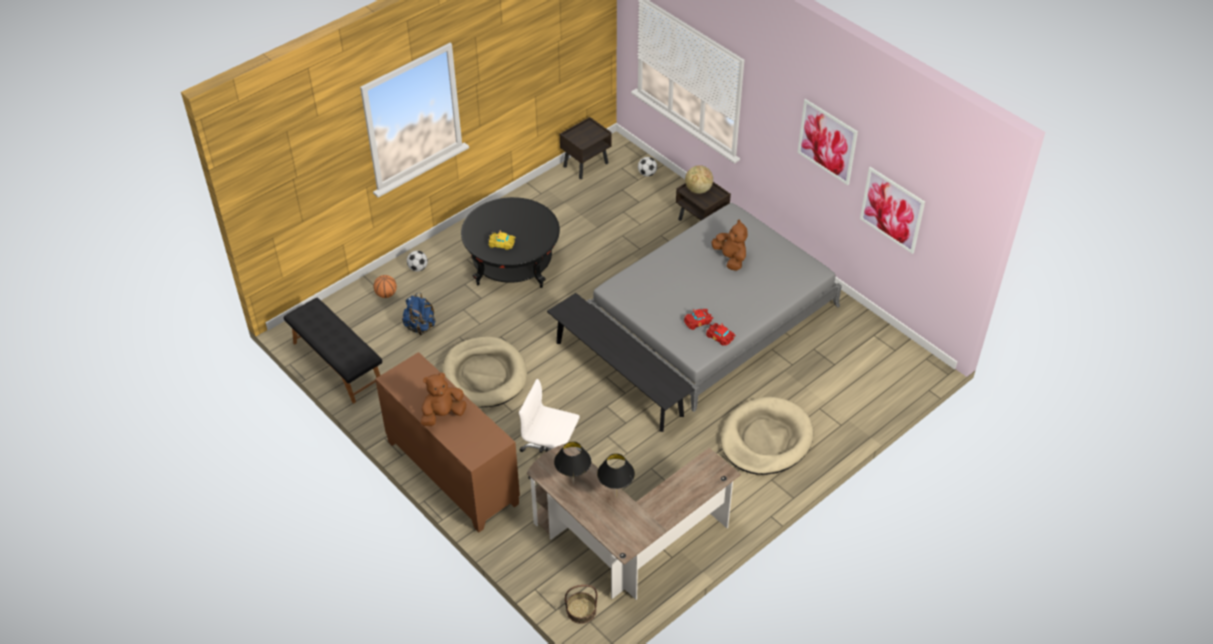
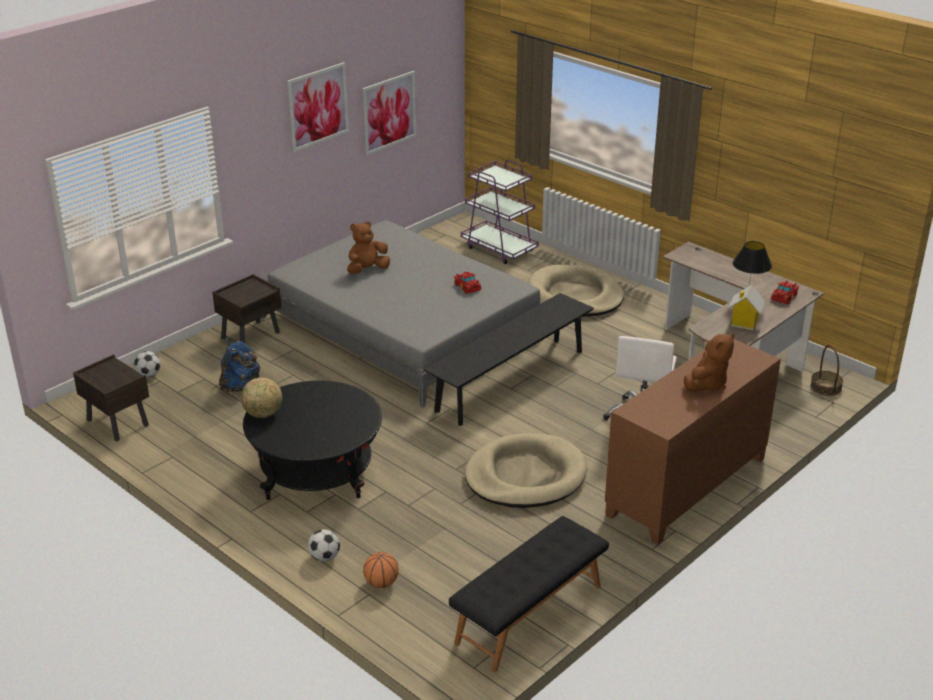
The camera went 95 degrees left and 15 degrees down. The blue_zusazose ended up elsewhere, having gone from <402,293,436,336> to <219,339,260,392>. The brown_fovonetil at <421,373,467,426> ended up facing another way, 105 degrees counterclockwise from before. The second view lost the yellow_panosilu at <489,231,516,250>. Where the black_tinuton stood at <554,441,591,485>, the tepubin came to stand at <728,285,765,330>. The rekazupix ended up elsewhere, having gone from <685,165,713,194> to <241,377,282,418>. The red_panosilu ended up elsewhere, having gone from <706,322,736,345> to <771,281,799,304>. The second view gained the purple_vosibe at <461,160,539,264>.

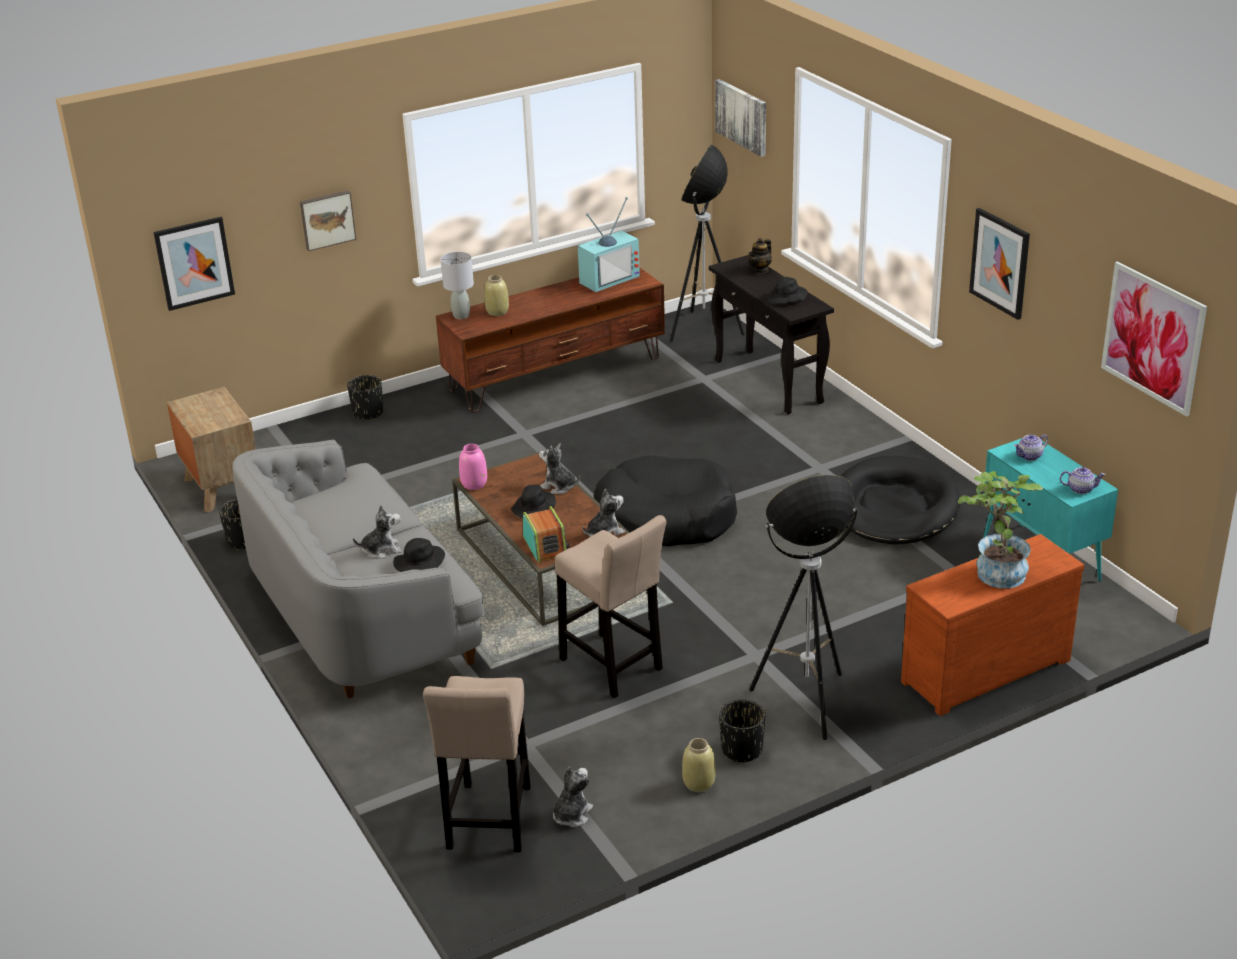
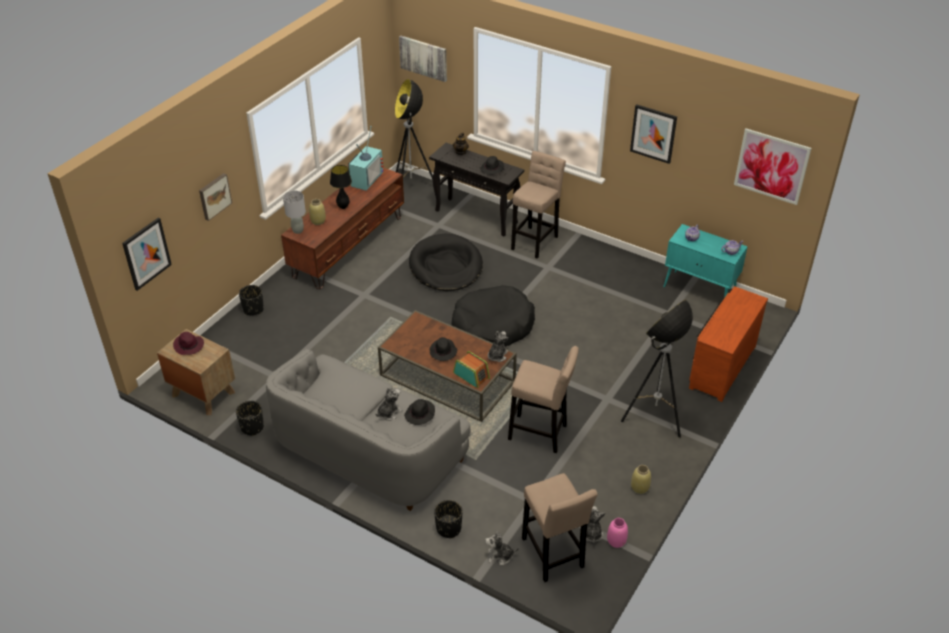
The camera went 30 degrees left and 10 degrees up. The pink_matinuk ended up elsewhere, having gone from <459,444,487,490> to <607,518,628,548>. The fovonetil ended up elsewhere, having gone from <539,443,580,495> to <485,529,519,565>. The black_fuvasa ended up elsewhere, having gone from <719,699,766,763> to <434,500,463,539>. The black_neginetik ended up elsewhere, having gone from <841,456,960,544> to <409,234,483,291>. The second view lost the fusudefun at <958,471,1043,588>. The second view gained the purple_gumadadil at <173,332,204,355>. The second view gained the black_tinuton at <330,165,352,209>. The second view gained the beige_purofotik at <511,151,566,258>.

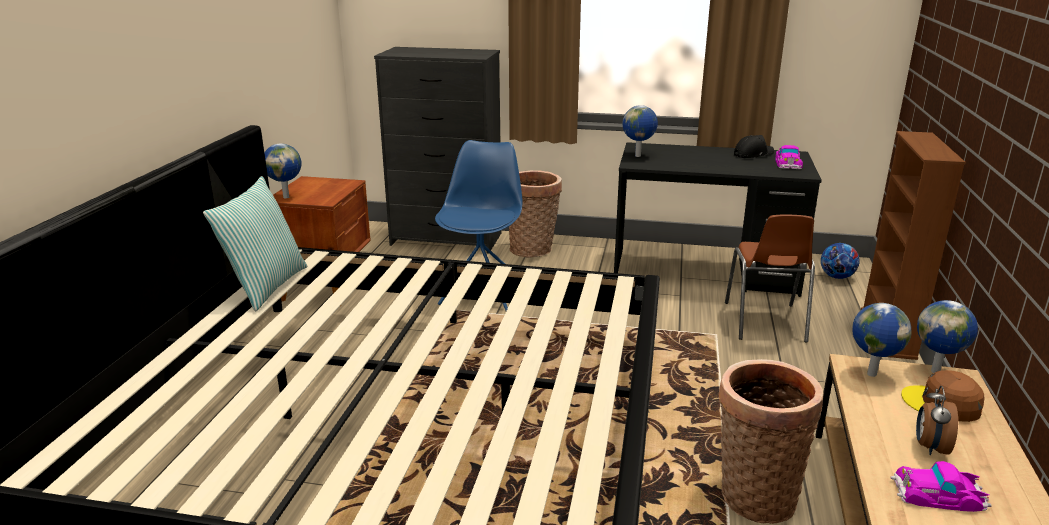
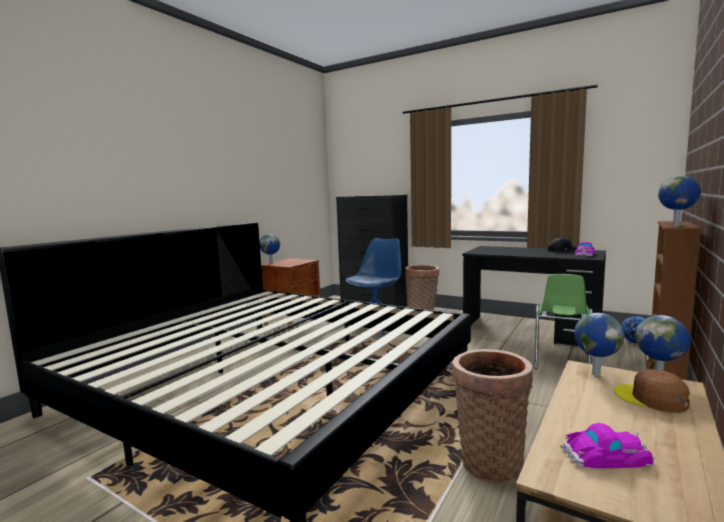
The camera went 20 degrees right and 15 degrees down. The second view lost the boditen at <203,176,307,312>. The rekazupix ended up elsewhere, having gone from <622,105,658,157> to <658,175,701,226>. What was the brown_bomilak at <725,215,815,343> turned into the green_bomilak at <534,274,593,369>. The panosilu at <890,461,992,512> ended up facing another way, 150 degrees clockwise from before. The second view lost the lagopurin at <916,386,958,455>.

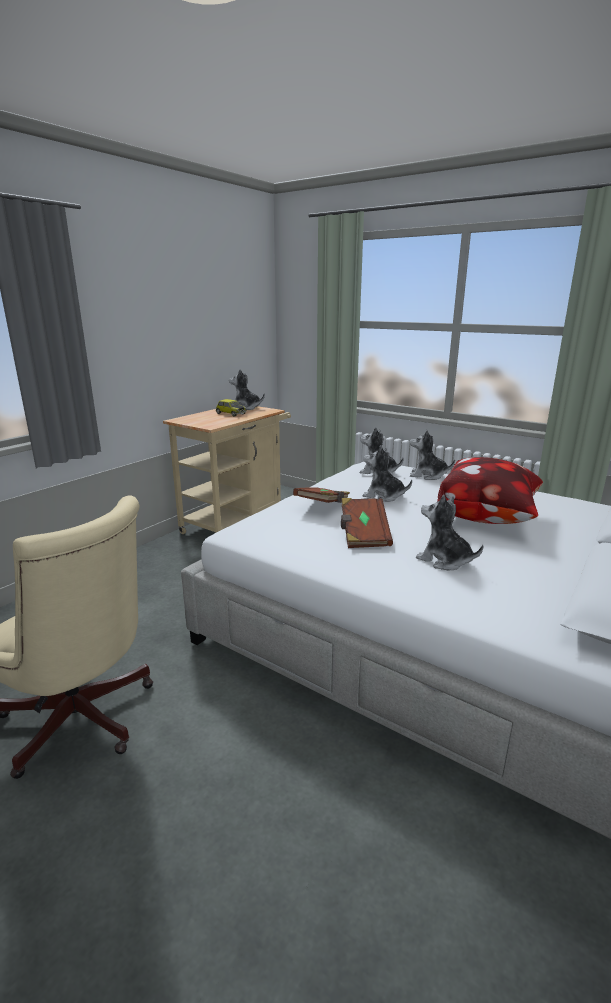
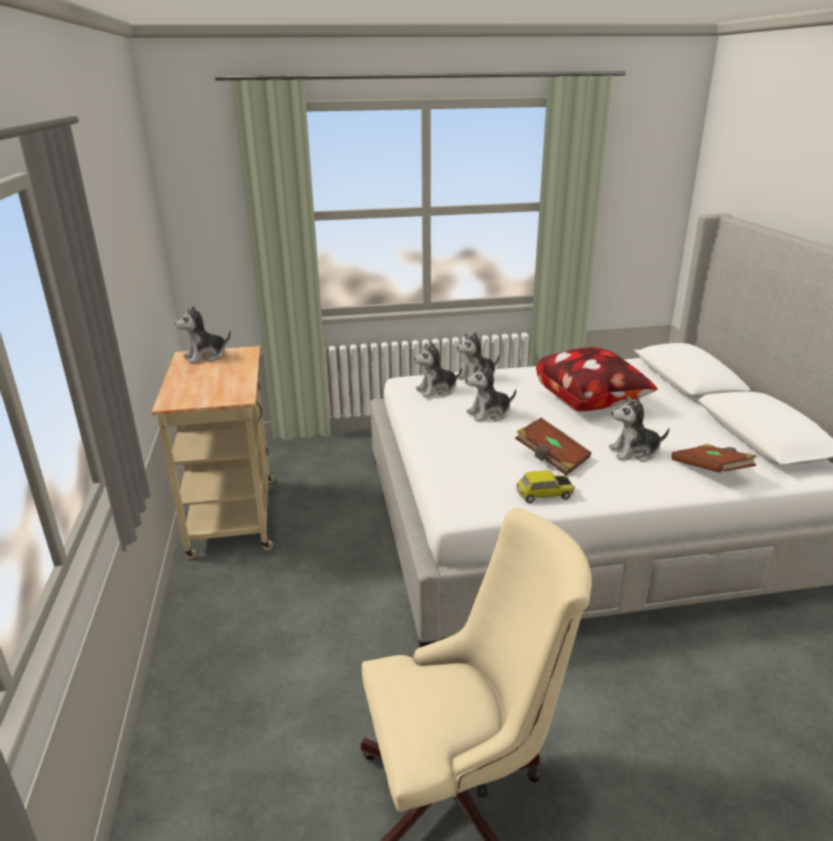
The camera went 45 degrees left and 5 degrees up. The panosilu ended up elsewhere, having gone from <216,399,247,417> to <516,470,575,503>. The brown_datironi ended up elsewhere, having gone from <293,487,350,503> to <671,444,757,473>.

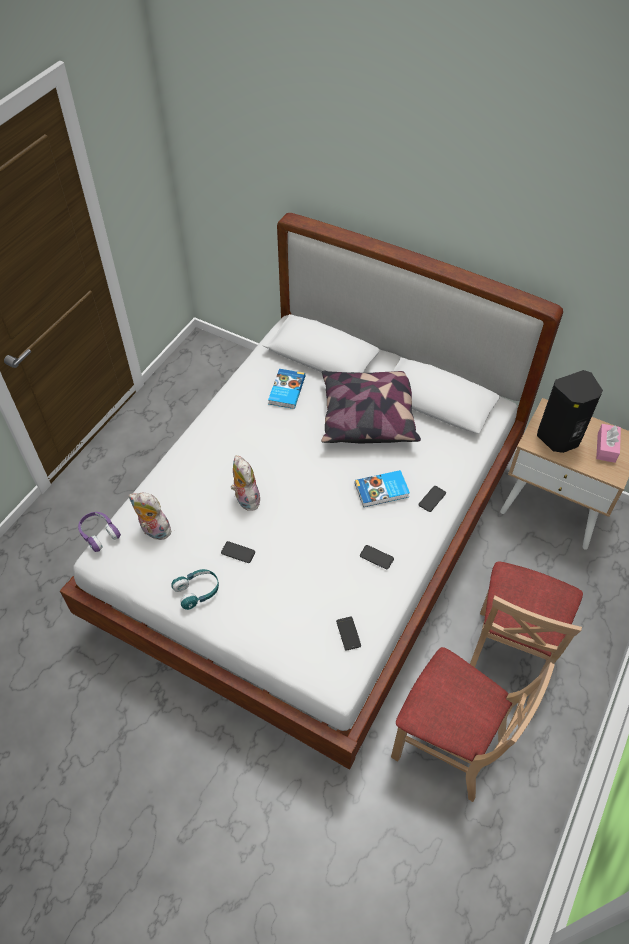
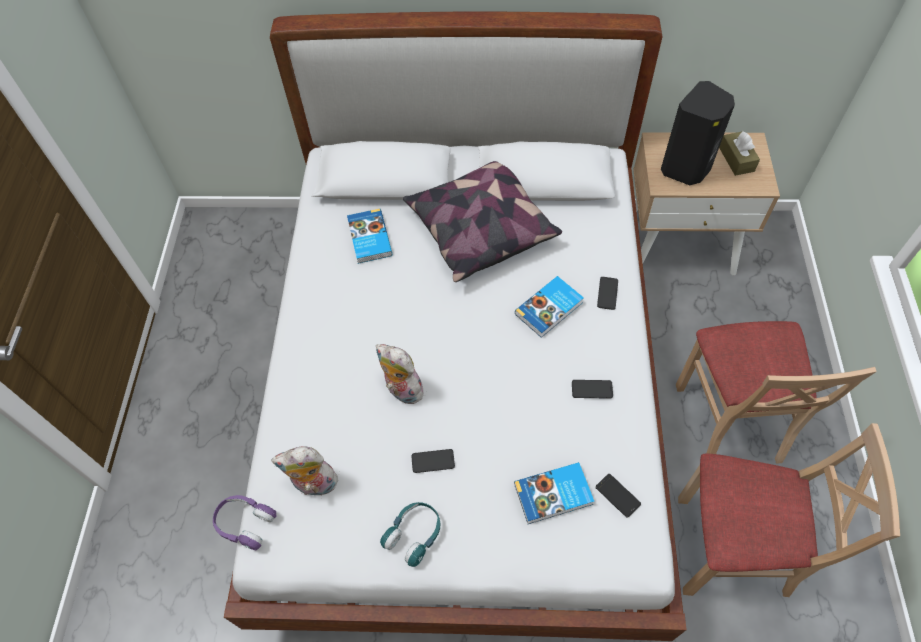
The camera went 25 degrees left and 5 degrees up. What was the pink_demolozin at <596,424,621,463> turned into the brown_demolozin at <719,131,760,176>. The second view gained the datironi at <514,462,594,524>.

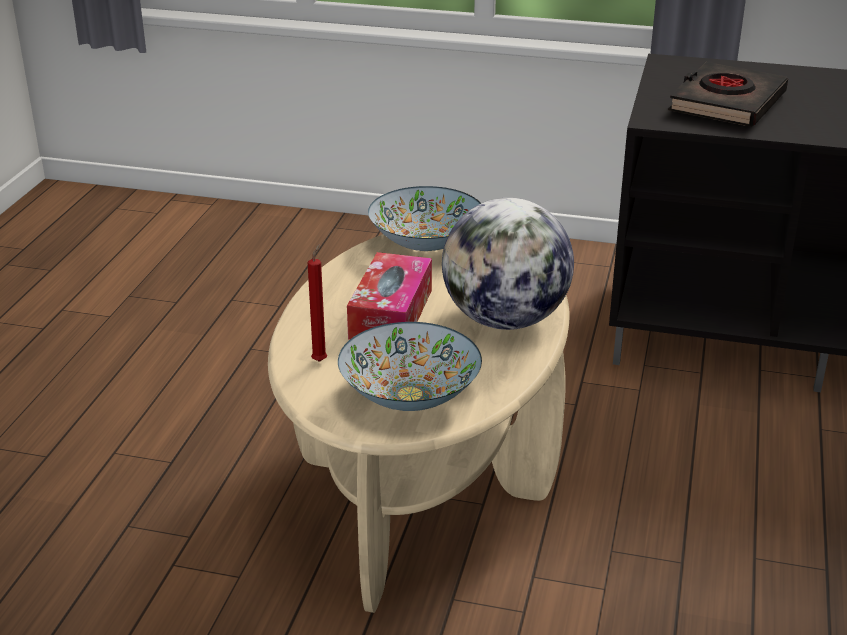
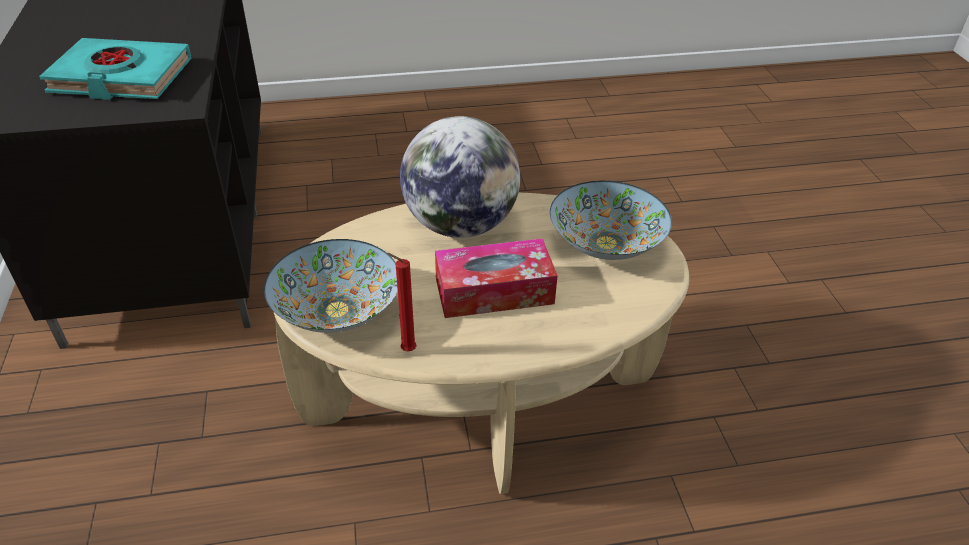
The camera went 115 degrees left and 10 degrees up. The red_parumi ended up elsewhere, having gone from <308,244,327,362> to <387,253,417,351>. What was the black_datironi at <668,62,788,127> turned into the turquoise_datironi at <39,38,192,100>.

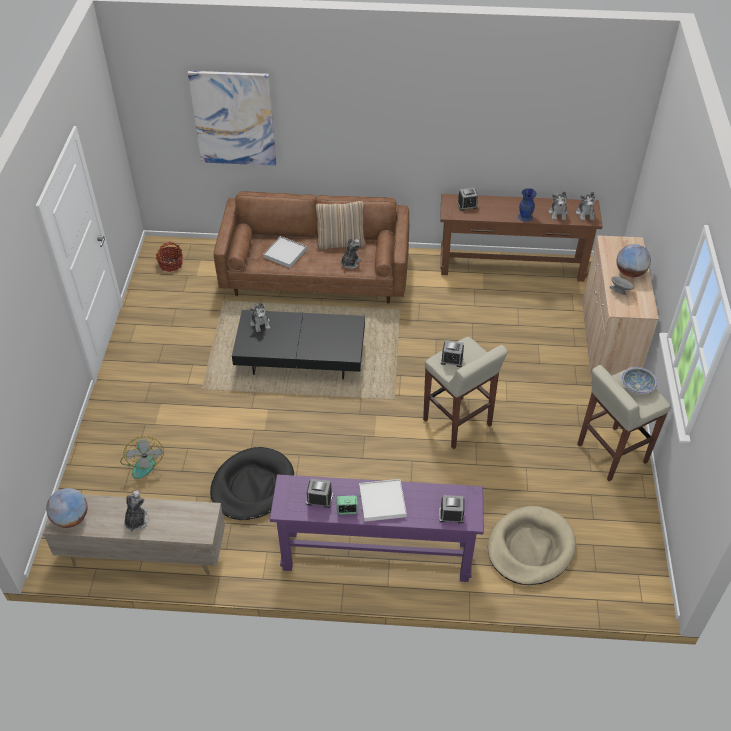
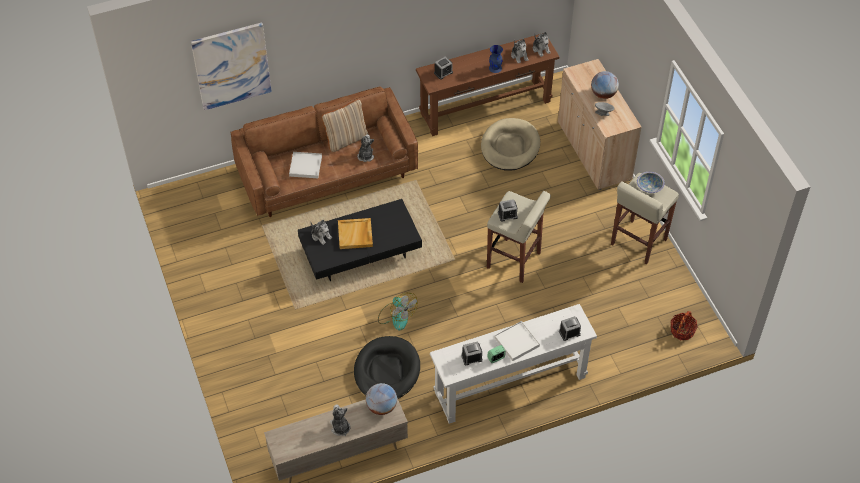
The camera went 25 degrees left and 5 degrees up. The rekazupix ended up elsewhere, having gone from <46,488,88,528> to <366,383,397,415>. The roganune ended up elsewhere, having gone from <120,436,164,479> to <378,293,418,330>. The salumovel ended up elsewhere, having gone from <156,242,183,272> to <671,311,698,340>. What was the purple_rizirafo at <270,475,484,582> turned into the white_rizirafo at <430,304,597,424>. The beige_neginetik ended up elsewhere, having gone from <488,506,576,585> to <481,118,540,171>. The second view gained the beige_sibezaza at <338,218,373,249>.

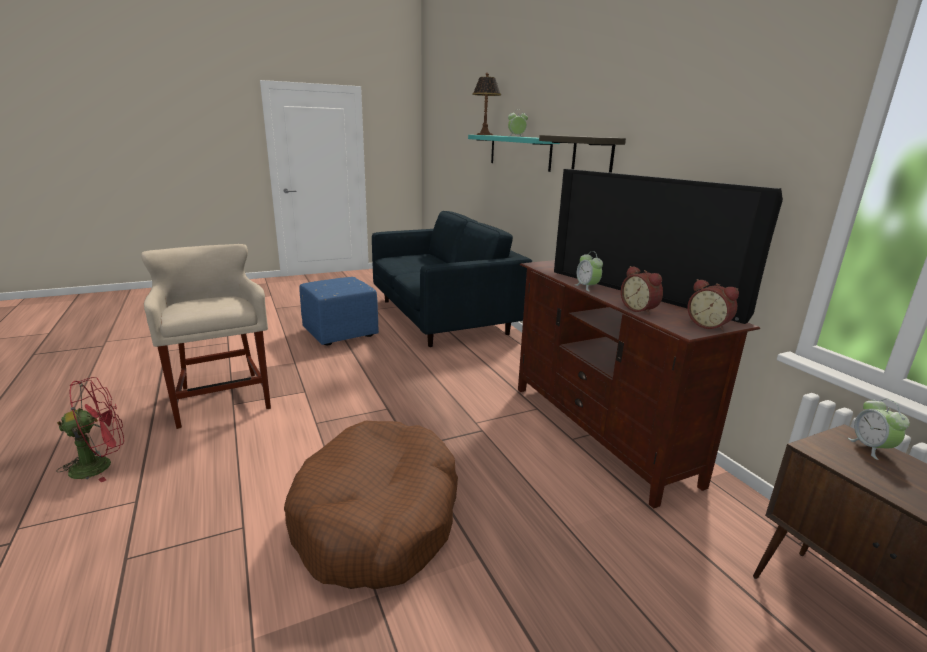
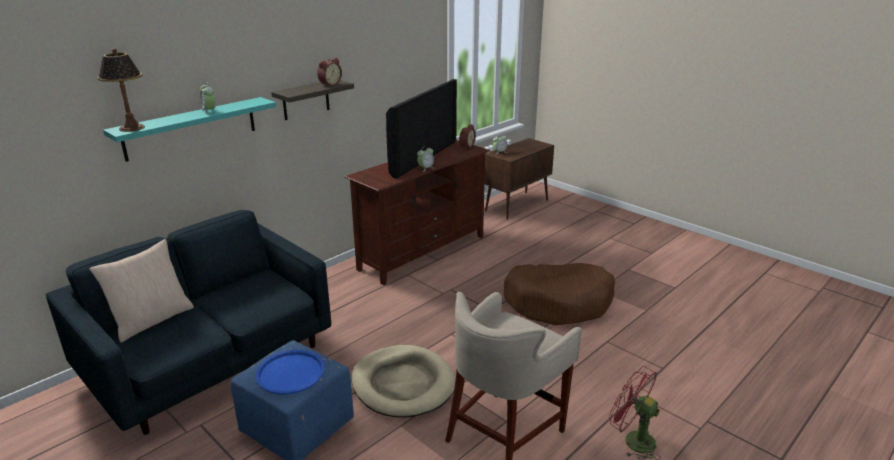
The camera went 110 degrees left and 5 degrees up. The lagopurin ended up elsewhere, having gone from <621,266,663,315> to <317,58,342,87>. The second view gained the beige_boditen at <89,239,194,343>. The second view gained the blue_sibezaza at <255,350,325,395>. The second view gained the beige_neginetik at <351,345,456,418>.

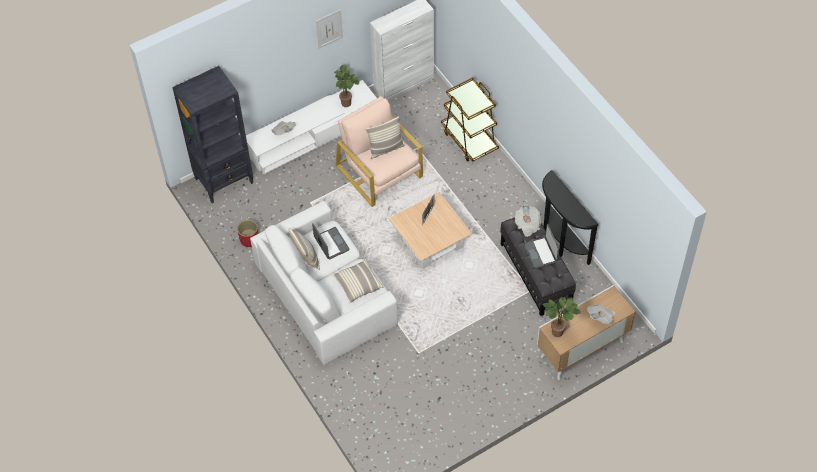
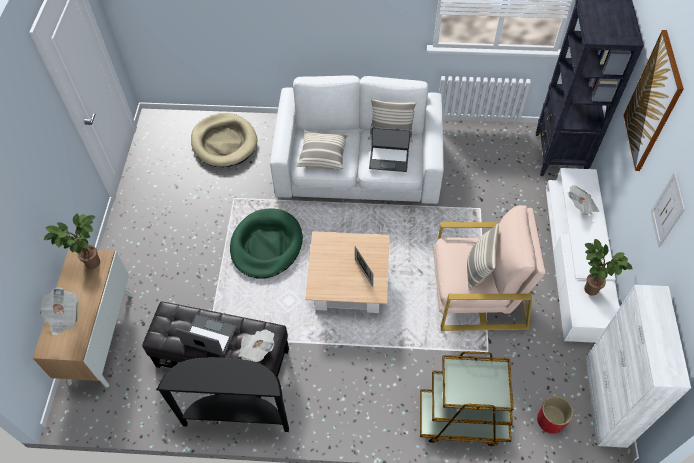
The camera went 125 degrees right and 0 degrees up. The red_fuvasa ended up elsewhere, having gone from <237,220,258,247> to <537,396,573,434>. The second view gained the beige_neginetik at <191,113,257,167>. The second view gained the green_neginetik at <230,208,303,278>. The second view gained the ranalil at <623,30,684,171>.

